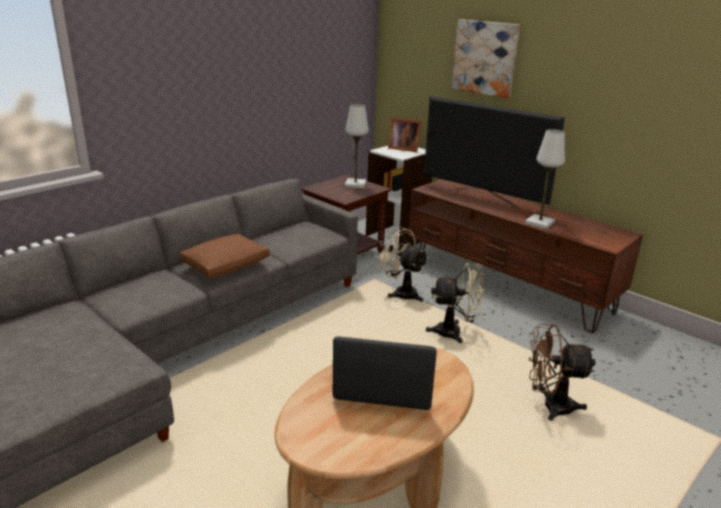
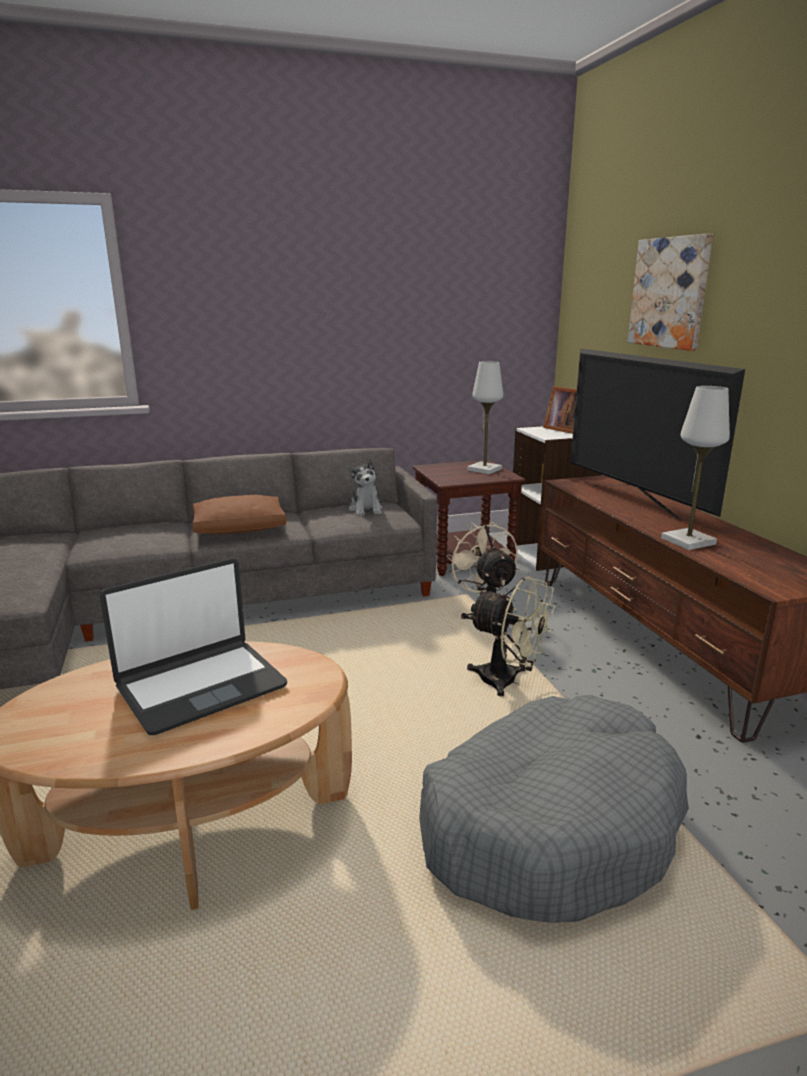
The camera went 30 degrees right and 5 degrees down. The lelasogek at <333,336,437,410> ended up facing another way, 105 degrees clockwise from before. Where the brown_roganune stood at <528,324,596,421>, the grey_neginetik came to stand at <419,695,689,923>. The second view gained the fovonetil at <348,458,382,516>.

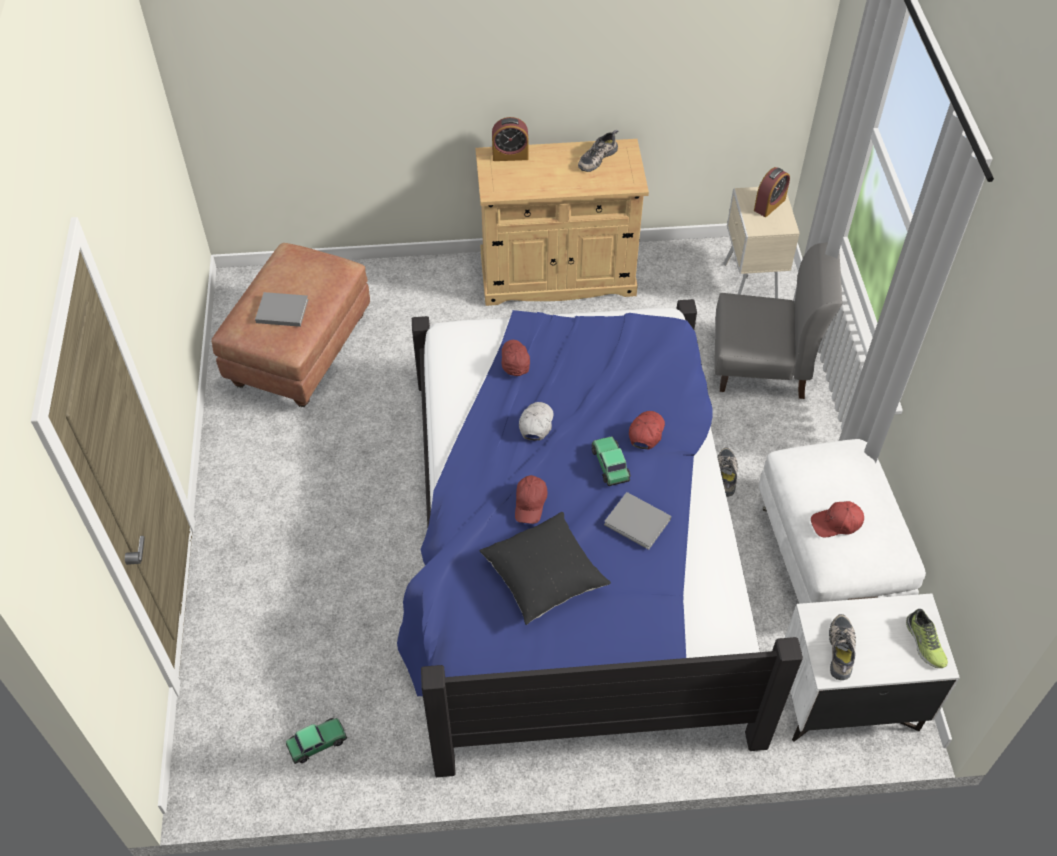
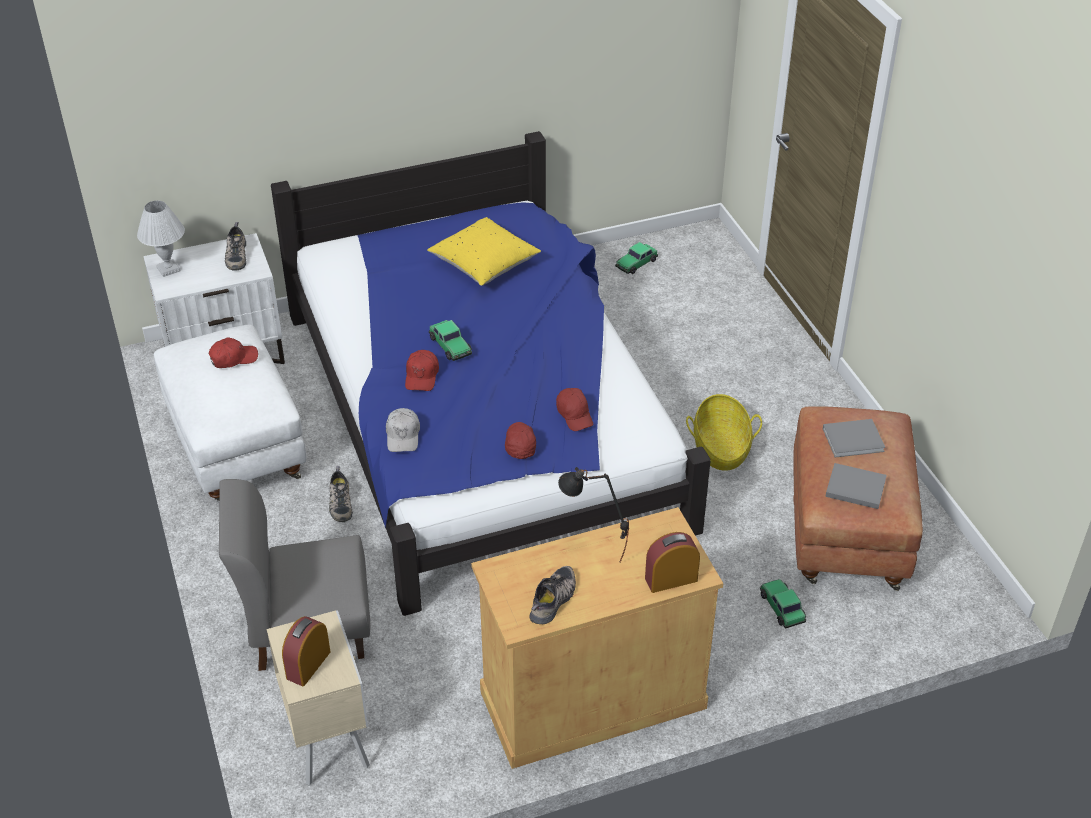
The camera went 165 degrees right and 10 degrees down. What was the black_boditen at <480,512,611,625> turned into the yellow_boditen at <427,217,541,286>. The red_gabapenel ended up elsewhere, having gone from <515,475,548,524> to <505,422,536,459>. The white_gabapenel ended up elsewhere, having gone from <519,402,554,440> to <386,408,420,452>. The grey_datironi ended up elsewhere, having gone from <604,492,671,550> to <825,463,887,509>. Where the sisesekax stood at <906,609,948,668>, the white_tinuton came to stand at <137,200,185,277>. The second view gained the black_tinuton at <558,467,629,562>. The second view gained the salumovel at <686,394,762,471>. The second view gained the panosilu at <760,579,806,628>.

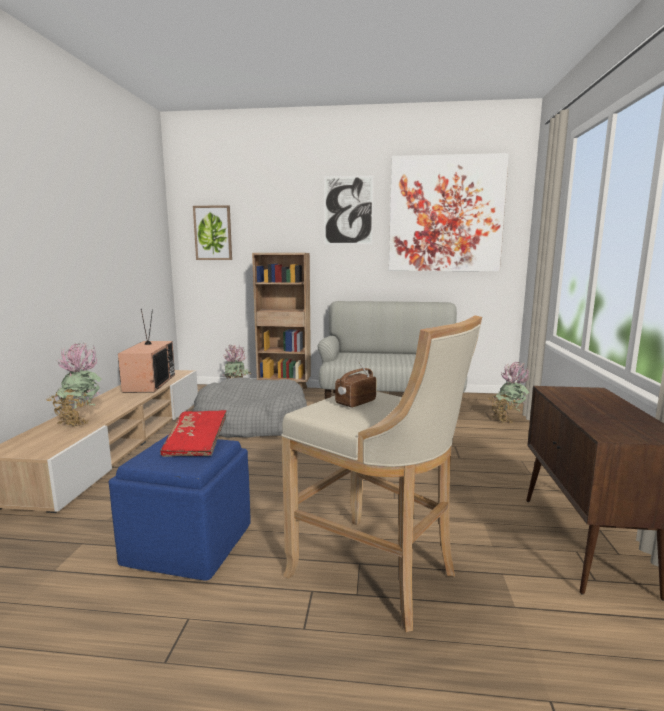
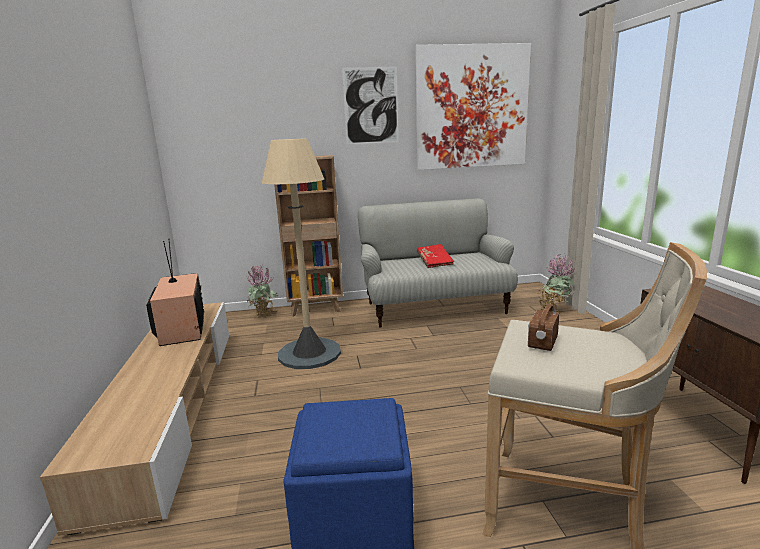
The camera went 15 degrees left and 5 degrees up. The second view lost the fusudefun at <42,343,102,427>. The red_datironi ended up elsewhere, having gone from <160,410,227,457> to <417,244,454,268>. The second view lost the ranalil at <193,205,232,260>. Where the grey_neginetik stood at <193,377,307,438>, the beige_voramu came to stand at <262,138,341,369>.

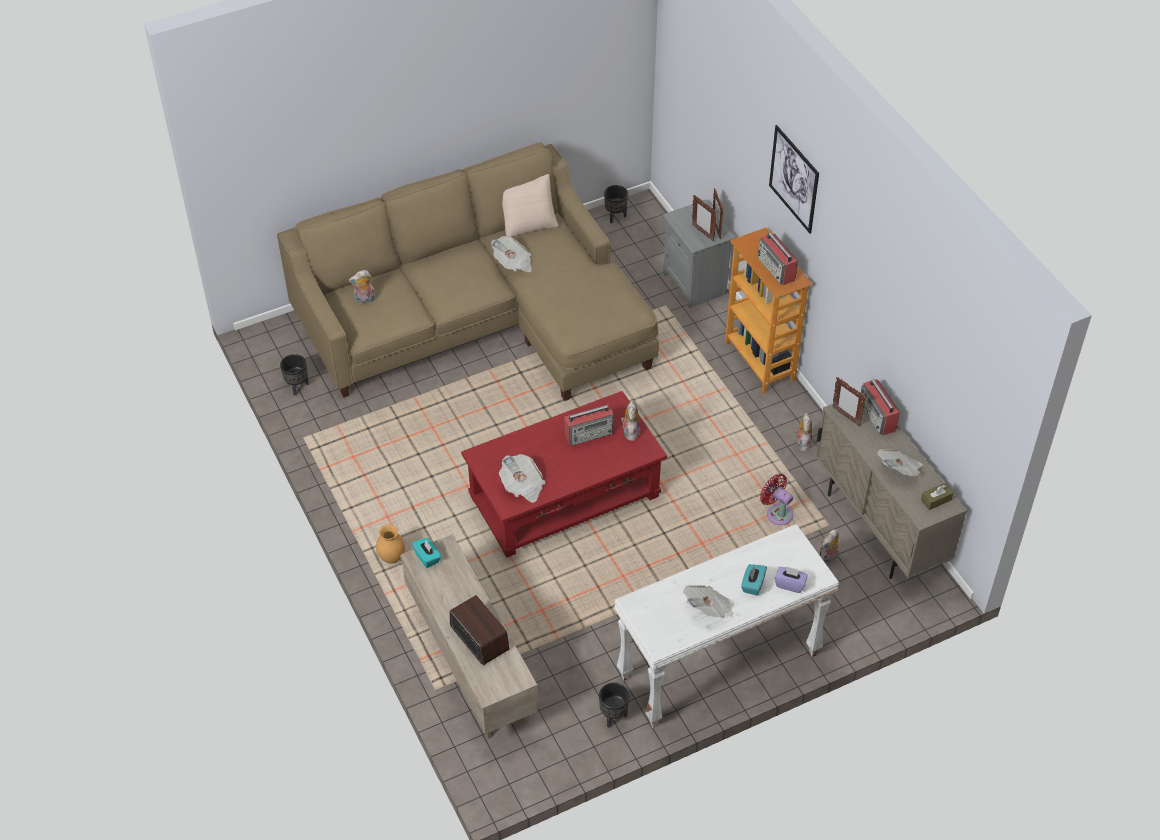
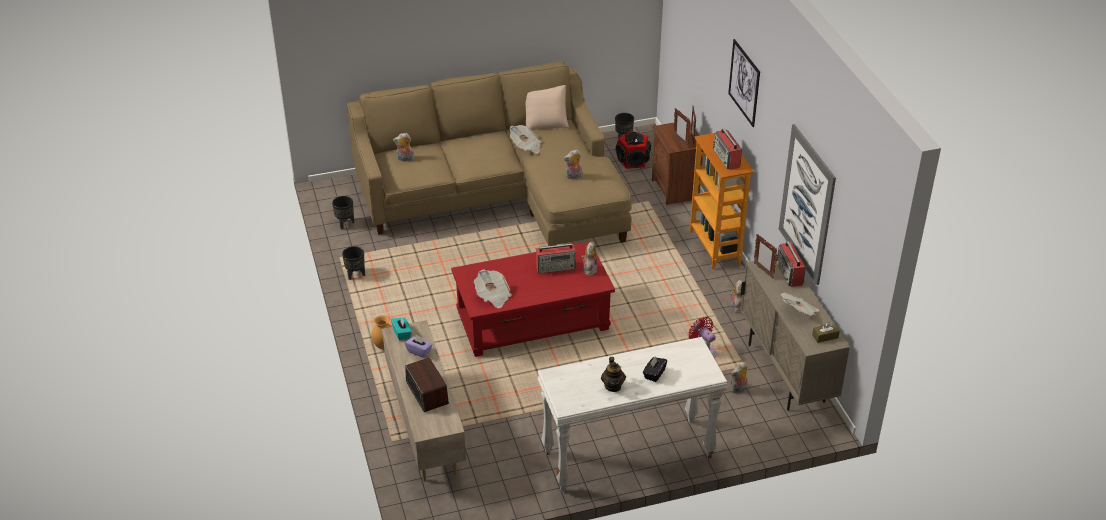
The camera went 10 degrees right and 10 degrees down. The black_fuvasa ended up elsewhere, having gone from <599,682,630,728> to <342,246,365,280>. What was the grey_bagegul at <663,200,736,309> turned into the brown_bagegul at <652,123,703,206>. Where the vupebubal stood at <683,585,734,618>, the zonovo came to stand at <601,357,626,392>. What was the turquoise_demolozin at <741,564,767,596> turned into the black_demolozin at <643,356,667,382>. The purple_demolozin ended up elsewhere, having gone from <774,566,808,593> to <405,335,432,358>. The second view gained the fovonetil at <563,149,582,180>. The second view gained the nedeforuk at <616,131,651,169>. The second view gained the ranalil at <779,124,836,285>.

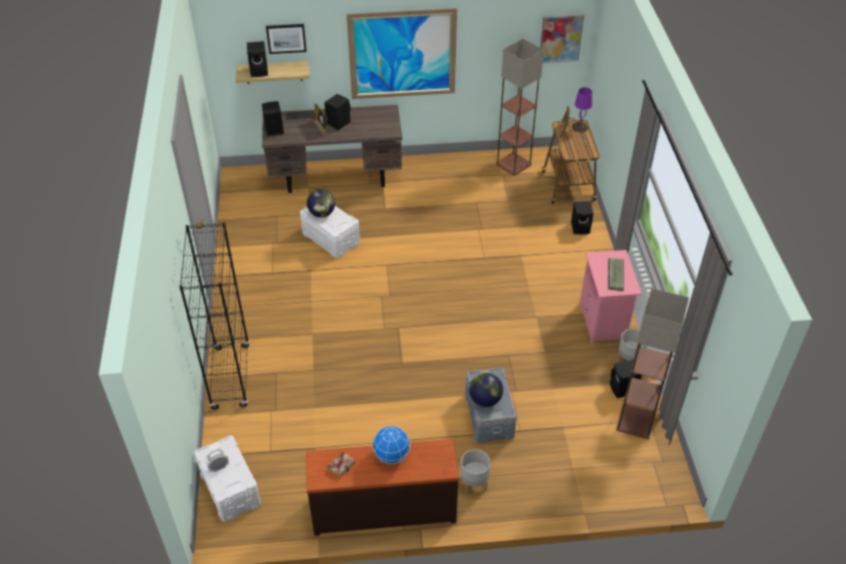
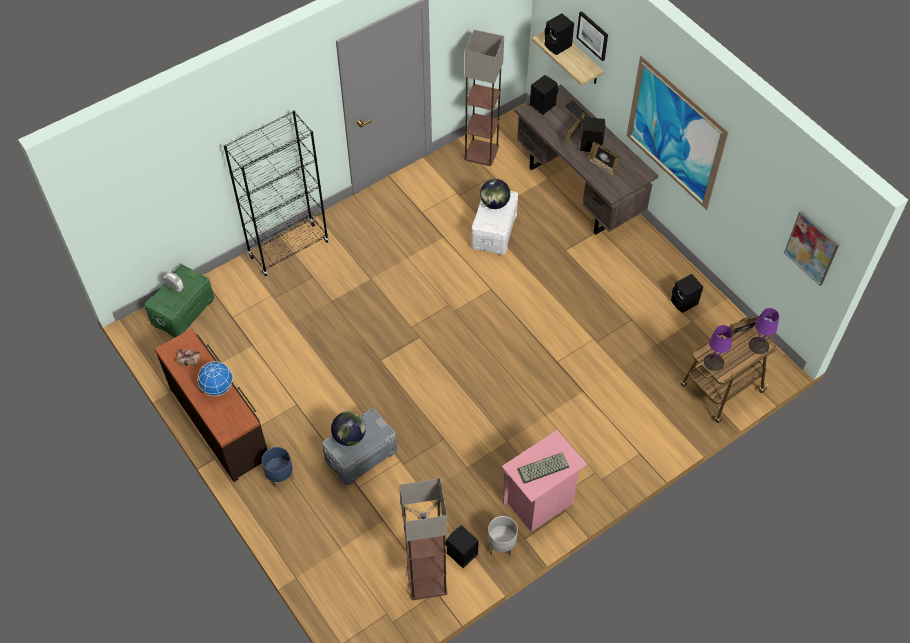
The camera went 60 degrees right and 10 degrees up. What was the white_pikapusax at <194,436,261,522> turned into the green_pikapusax at <144,265,214,338>. What was the grey_fuvasa at <460,449,490,494> turned into the blue_fuvasa at <262,447,294,490>. The voramu ended up elsewhere, having gone from <496,39,544,176> to <464,30,504,166>. The black_nedeforuk ended up elsewhere, having gone from <571,201,593,234> to <671,274,703,313>. The second view gained the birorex at <588,142,619,176>. The second view gained the purple_tinuton at <704,325,733,371>.

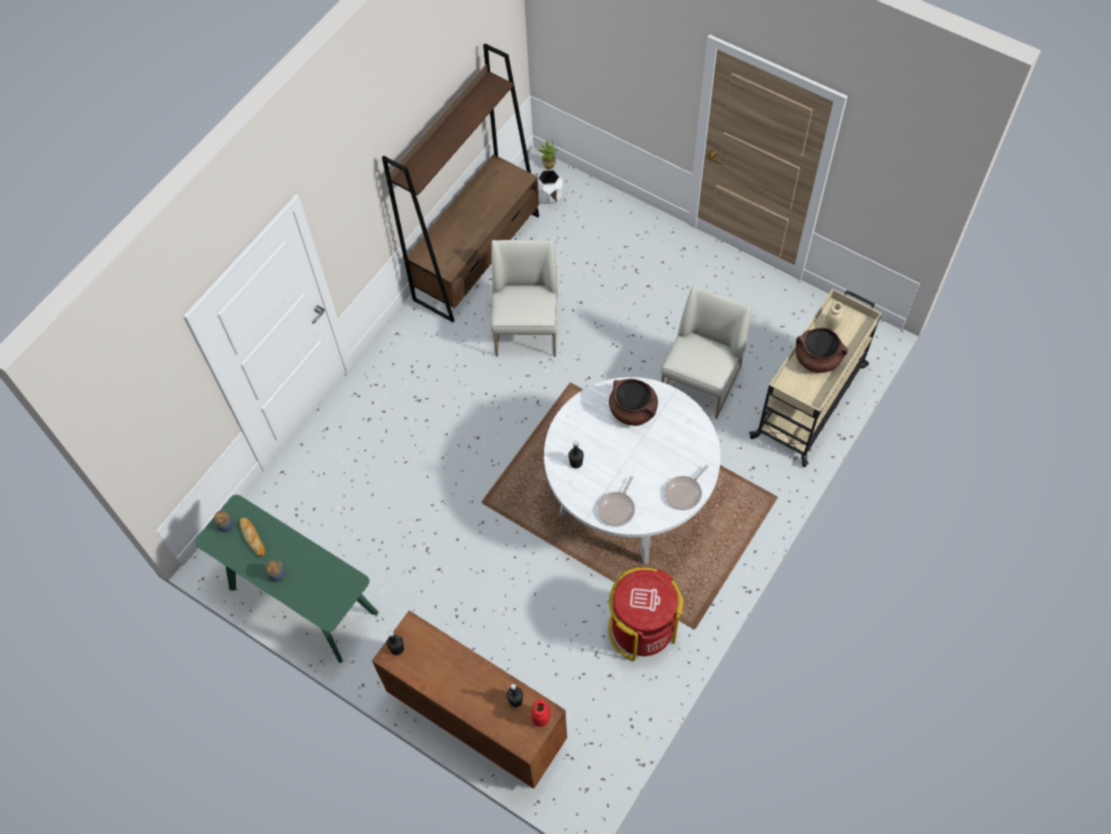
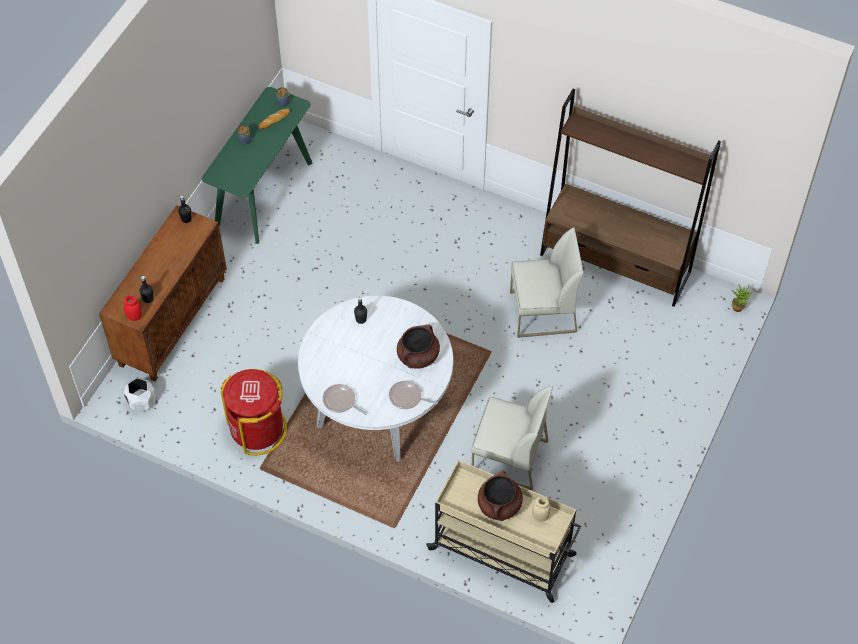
The camera went 80 degrees right and 5 degrees down. The white_fuvasa ended up elsewhere, having gone from <538,170,563,204> to <124,377,156,412>. The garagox ended up elsewhere, having gone from <598,476,635,526> to <389,381,438,409>.

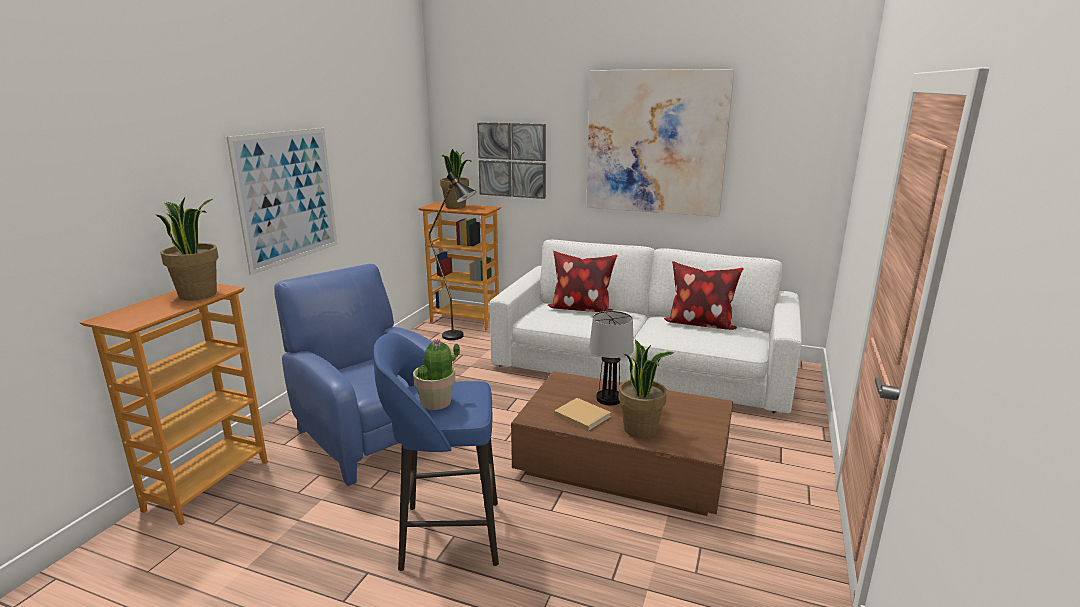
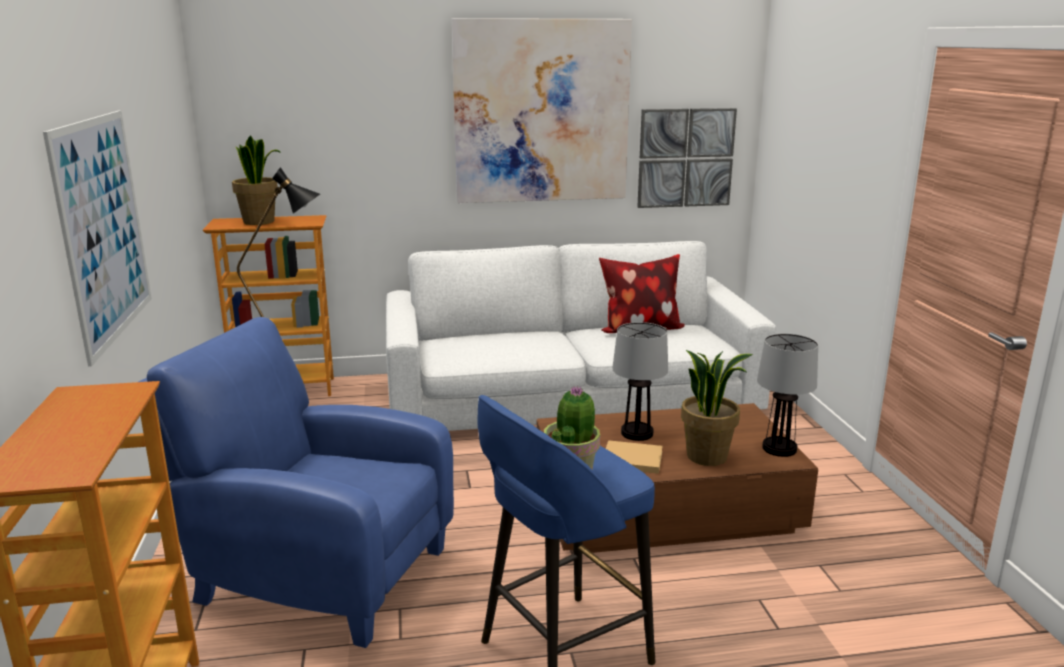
The camera went 30 degrees left and 0 degrees up. The second view lost the fusudefun at <156,198,219,300>. The ranalil ended up elsewhere, having gone from <477,122,546,199> to <637,108,737,208>. The second view lost the boditen at <548,251,618,312>. The second view gained the tinuton at <757,334,818,457>.

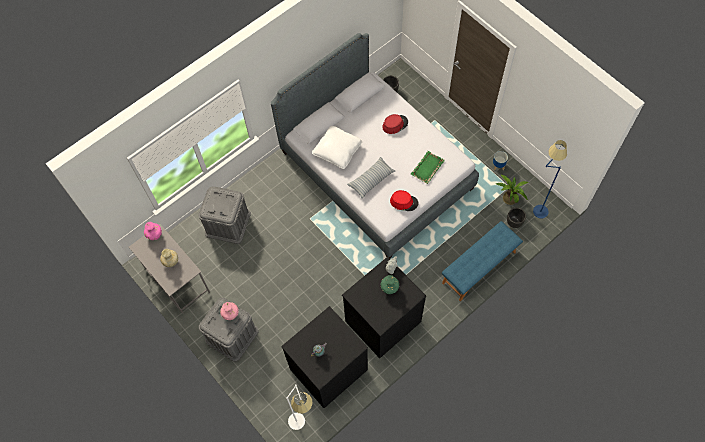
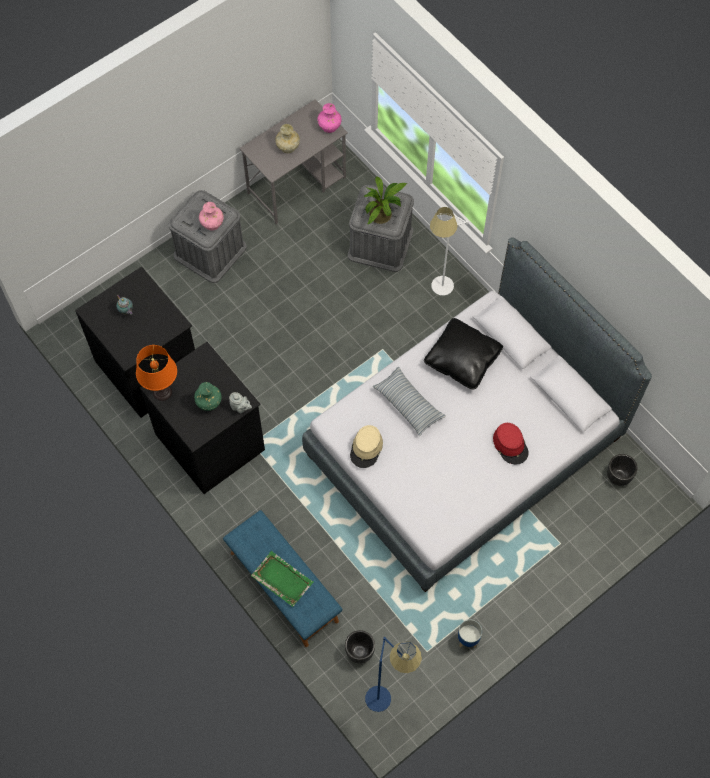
The camera went 90 degrees right and 0 degrees up. The white_voramu ended up elsewhere, having gone from <286,384,313,430> to <430,207,468,296>. What was the white_boditen at <312,126,362,169> turned into the black_boditen at <424,318,503,390>. What was the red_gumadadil at <390,190,419,211> turned into the beige_gumadadil at <350,425,383,468>. The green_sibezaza ended up elsewhere, having gone from <411,151,445,184> to <251,551,314,607>. The fusudefun ended up elsewhere, having gone from <496,174,529,205> to <363,177,407,224>. The second view gained the orange_tinuton at <136,345,177,401>.

